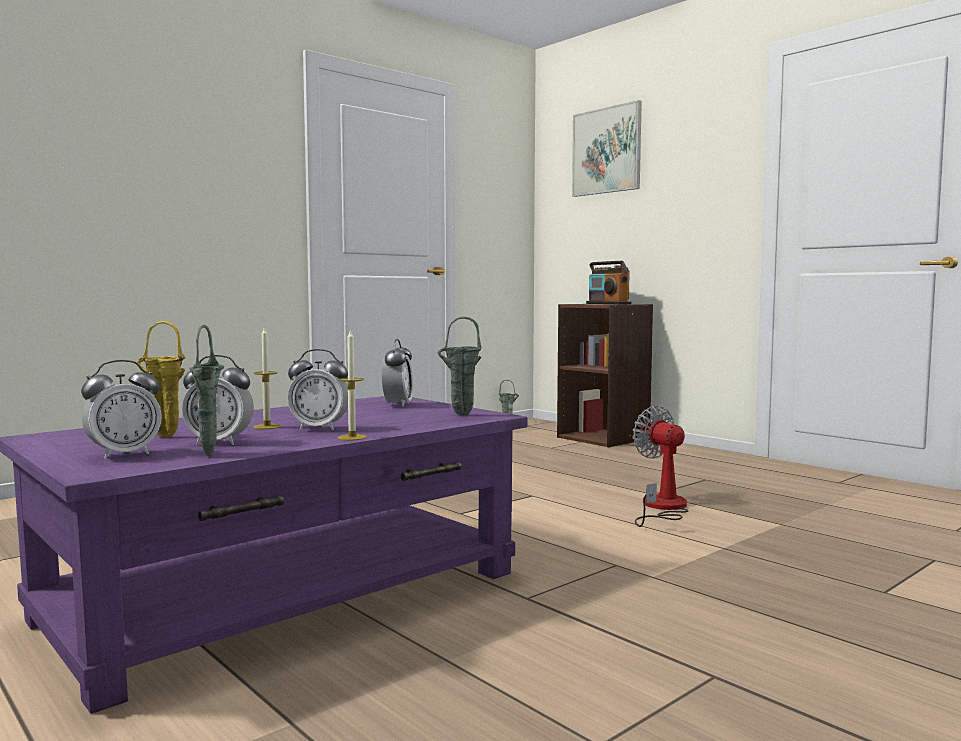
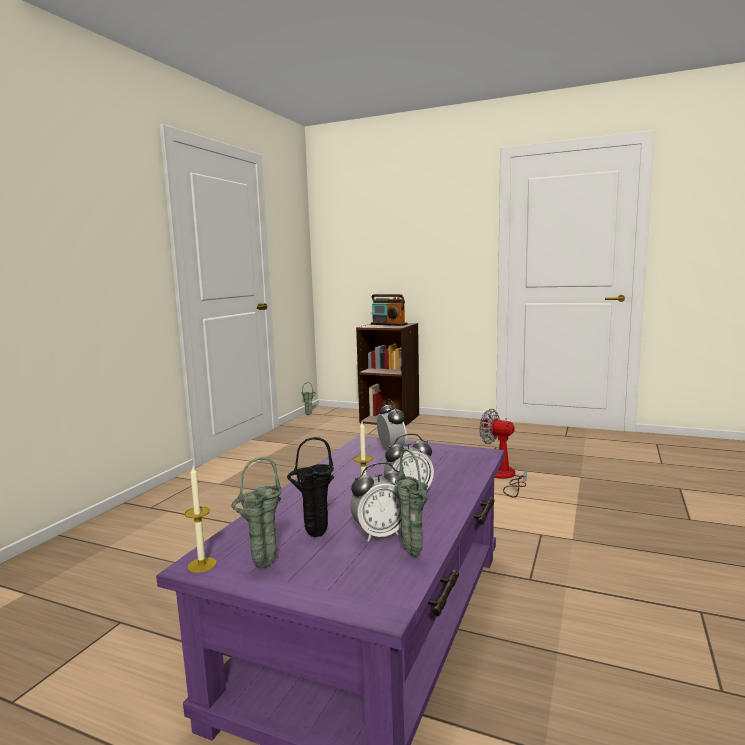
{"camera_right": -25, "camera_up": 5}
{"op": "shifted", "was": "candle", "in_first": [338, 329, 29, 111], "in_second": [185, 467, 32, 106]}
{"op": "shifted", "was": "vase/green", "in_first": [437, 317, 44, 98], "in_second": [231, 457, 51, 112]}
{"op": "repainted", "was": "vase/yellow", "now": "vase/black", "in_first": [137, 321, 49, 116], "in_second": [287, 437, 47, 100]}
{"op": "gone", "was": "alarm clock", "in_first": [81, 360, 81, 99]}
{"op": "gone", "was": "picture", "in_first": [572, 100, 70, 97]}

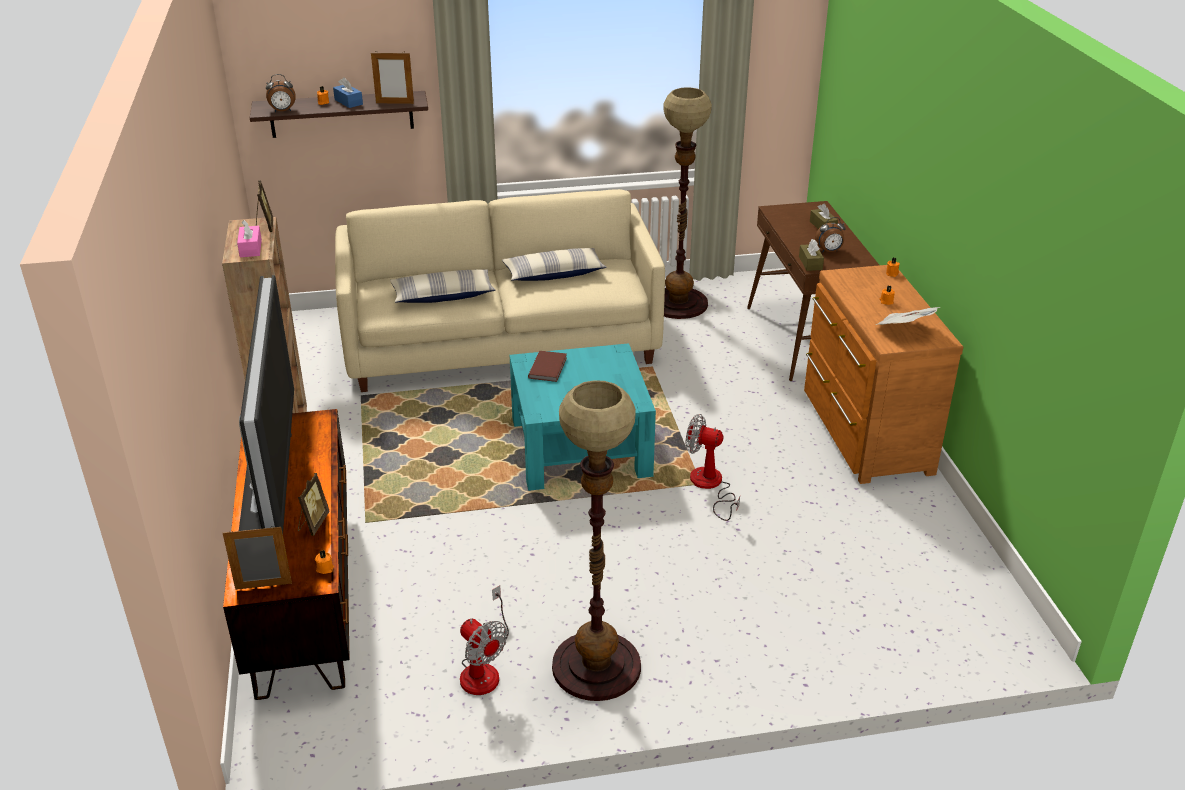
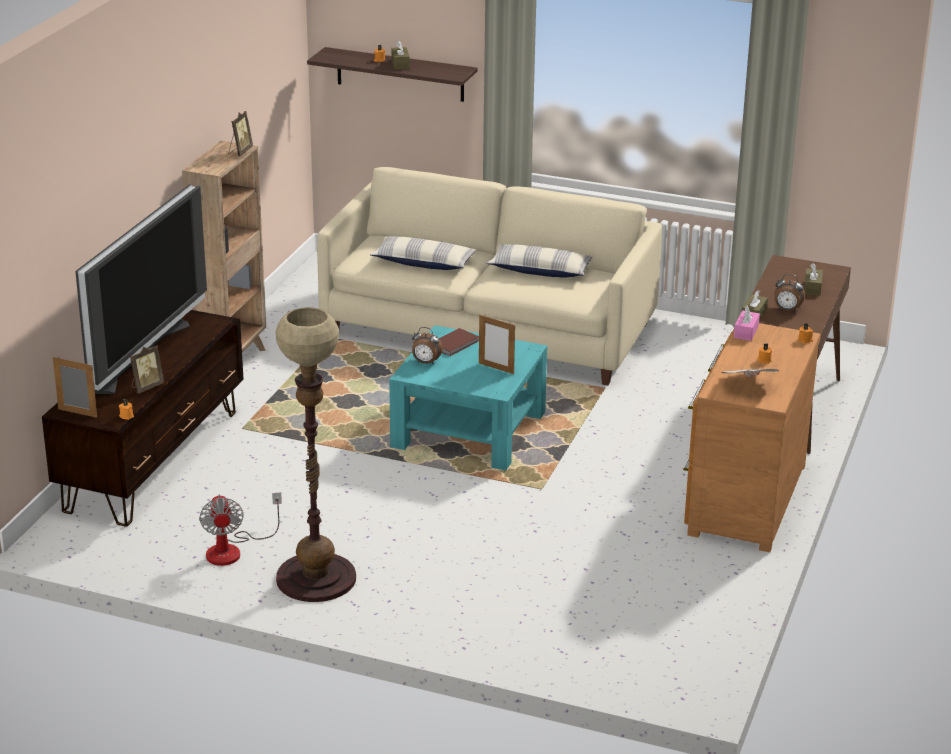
{"camera_right": 30, "camera_up": -5}
{"op": "repainted", "was": "tissue box/blue", "now": "tissue box/brown", "in_first": [333, 77, 30, 31], "in_second": [391, 40, 19, 29]}
{"op": "shifted", "was": "alarm clock", "in_first": [266, 74, 30, 38], "in_second": [412, 327, 31, 38]}
{"op": "shifted", "was": "picture frame", "in_first": [371, 51, 43, 53], "in_second": [479, 314, 36, 60]}
{"op": "shifted", "was": "tissue box/pink", "in_first": [237, 220, 25, 37], "in_second": [734, 306, 26, 35]}
{"op": "gone", "was": "floor lamp", "in_first": [663, 88, 49, 231]}
{"op": "gone", "was": "fan", "in_first": [686, 414, 54, 107]}

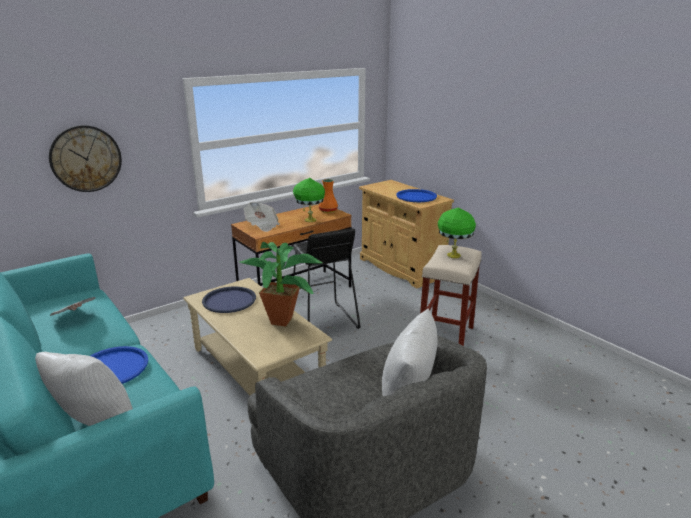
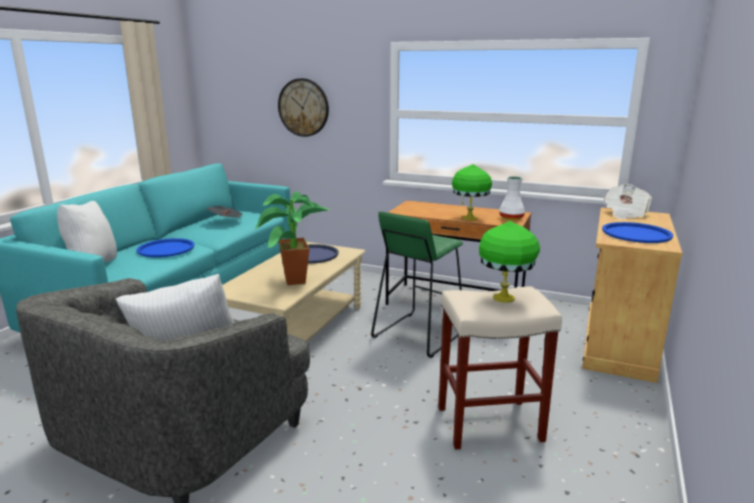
{"camera_right": 60, "camera_up": -5}
{"op": "repainted", "was": "stool/black", "now": "stool/green", "in_first": [292, 228, 68, 101], "in_second": [371, 212, 92, 146]}
{"op": "repainted", "was": "vase/orange", "now": "vase/white", "in_first": [319, 179, 19, 34], "in_second": [499, 176, 26, 44]}
{"op": "shifted", "was": "newspaper", "in_first": [243, 202, 37, 30], "in_second": [604, 184, 48, 35]}

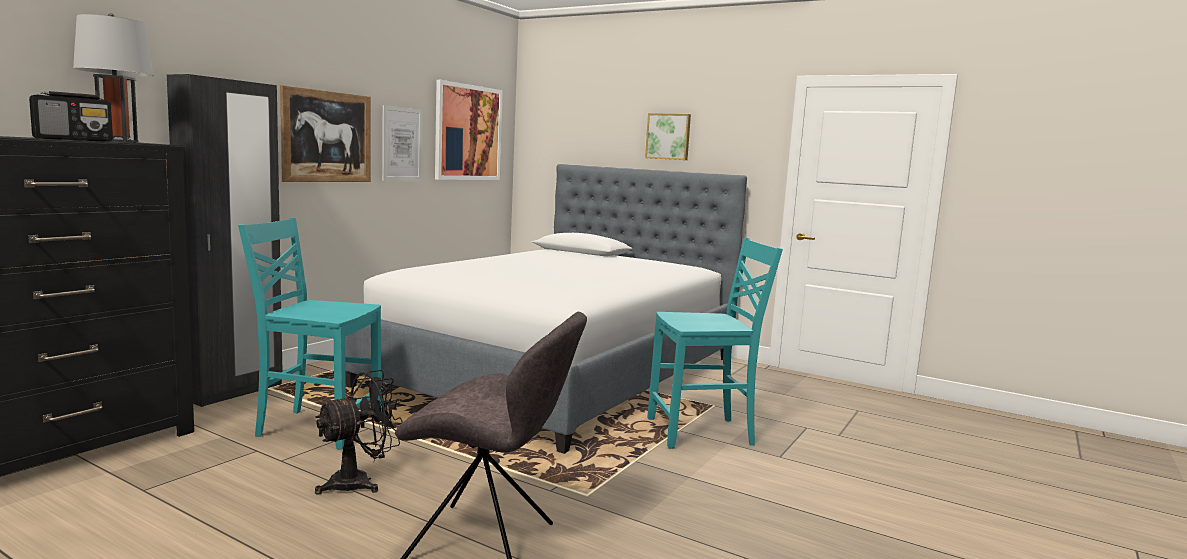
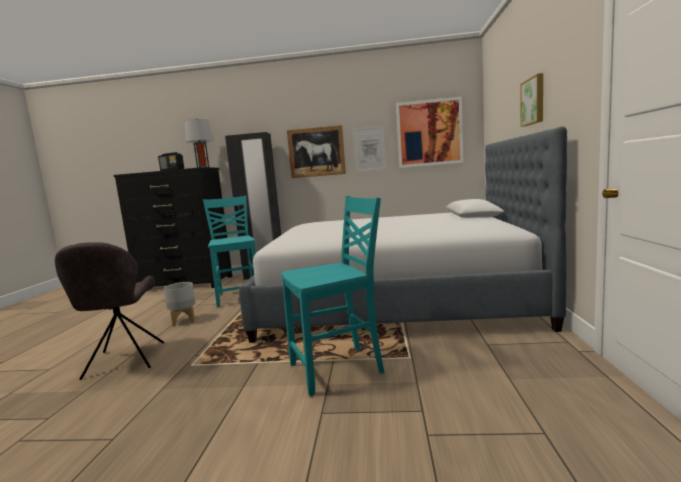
{"camera_right": 65, "camera_up": 0}
{"op": "swapped", "was": "fan/black", "now": "planter/grey", "in_first": [315, 370, 88, 125], "in_second": [163, 282, 33, 44]}
{"op": "rotated", "was": "chair/turquoise", "in_first": [648, 238, 135, 211], "in_second": [281, 196, 103, 200], "clockwise": -75}

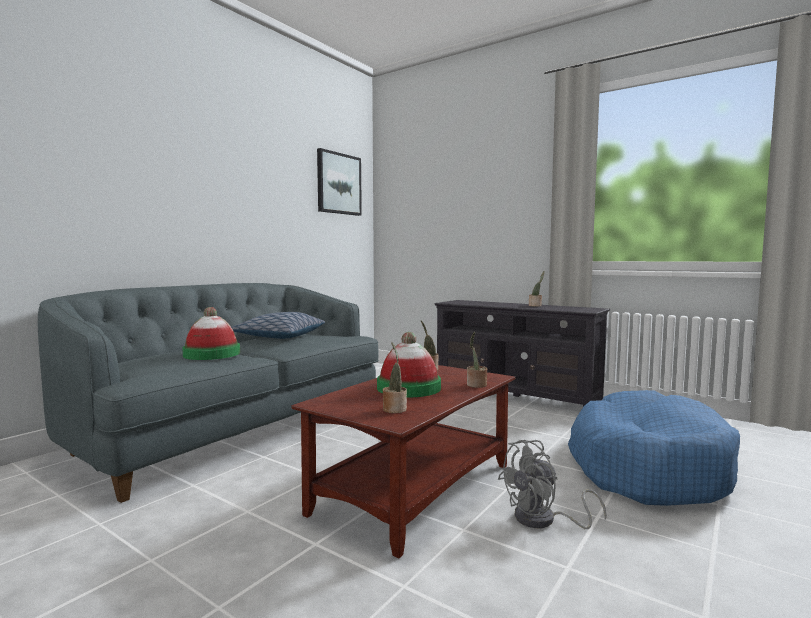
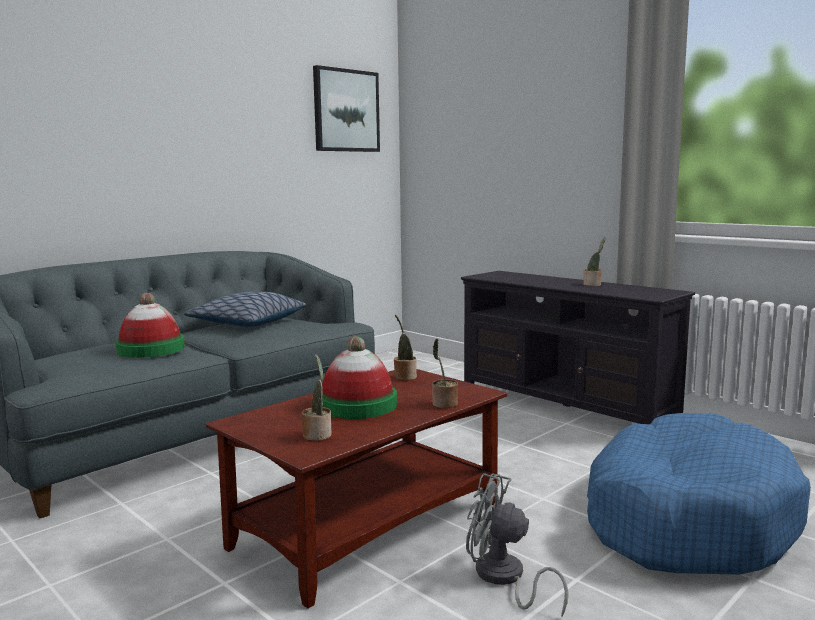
{"camera_right": 10, "camera_up": 5}
{"op": "rotated", "was": "fan/grey", "in_first": [498, 440, 109, 89], "in_second": [466, 473, 103, 144], "clockwise": 45}

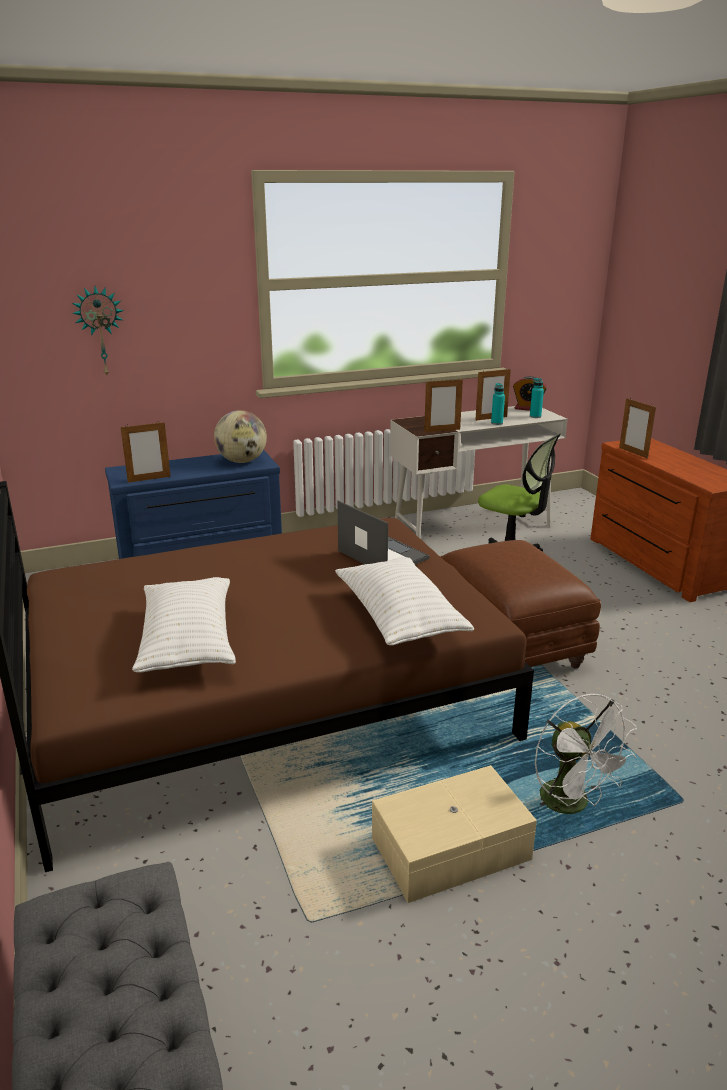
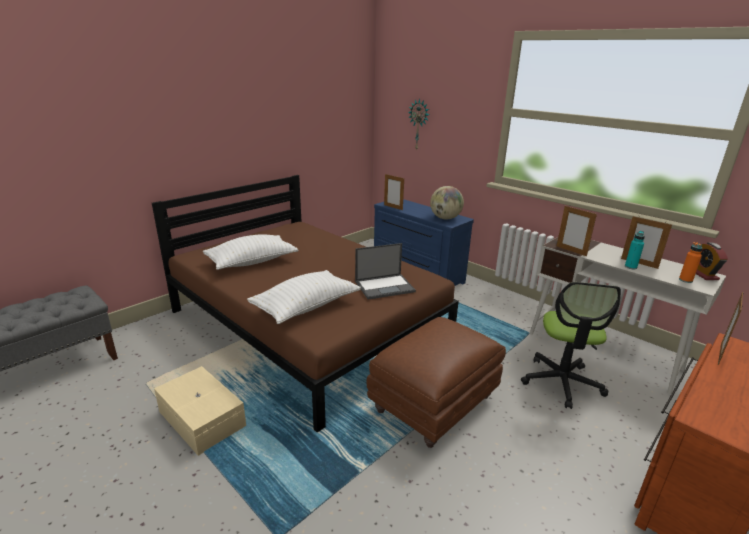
{"camera_right": 65, "camera_up": 0}
{"op": "rotated", "was": "laptop", "in_first": [337, 501, 93, 63], "in_second": [355, 243, 61, 57], "clockwise": 45}
{"op": "repainted", "was": "bottle/turquoise", "now": "bottle/orange", "in_first": [530, 378, 14, 40], "in_second": [679, 242, 23, 41]}
{"op": "gone", "was": "fan/white", "in_first": [535, 694, 102, 120]}

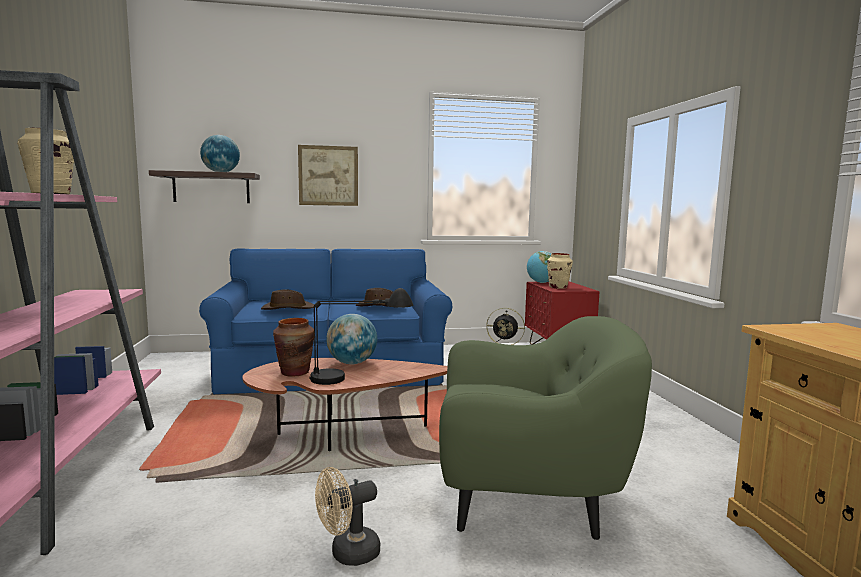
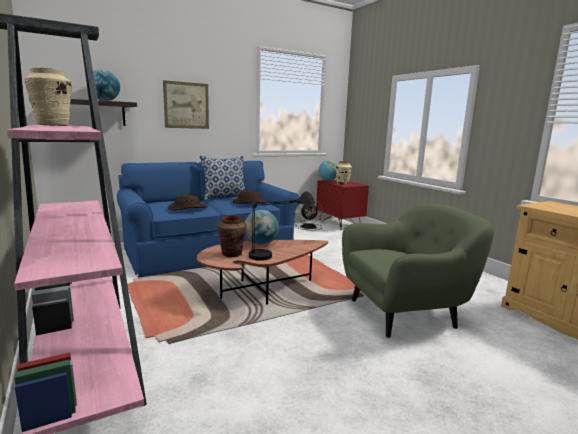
{"camera_right": -20, "camera_up": 5}
{"op": "new", "now": "pillow", "in_second": [200, 155, 45, 46]}
{"op": "gone", "was": "fan/beige", "in_first": [315, 467, 65, 99]}

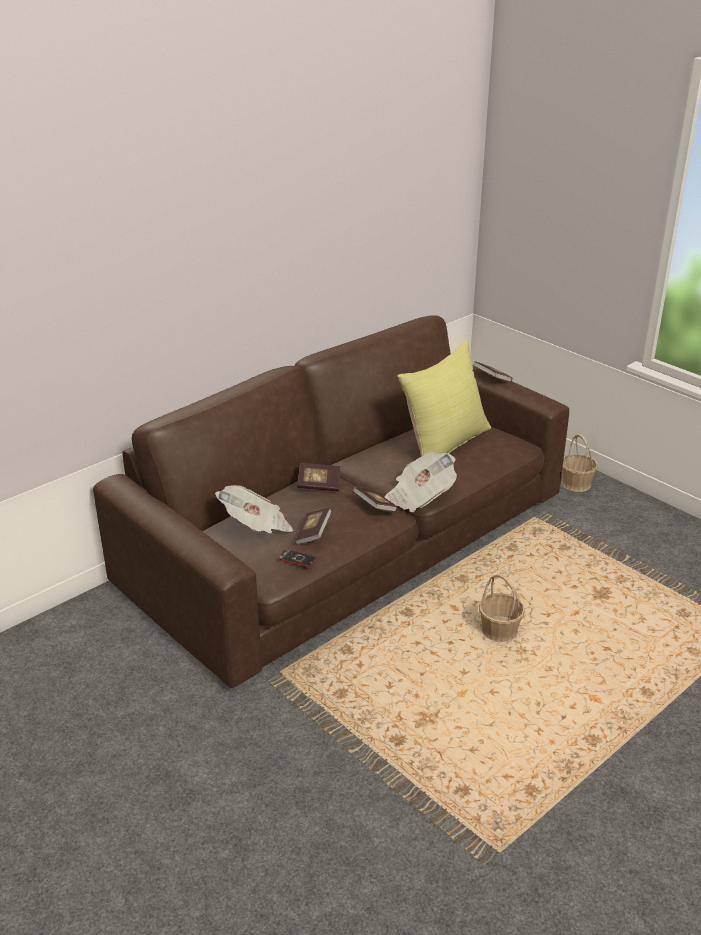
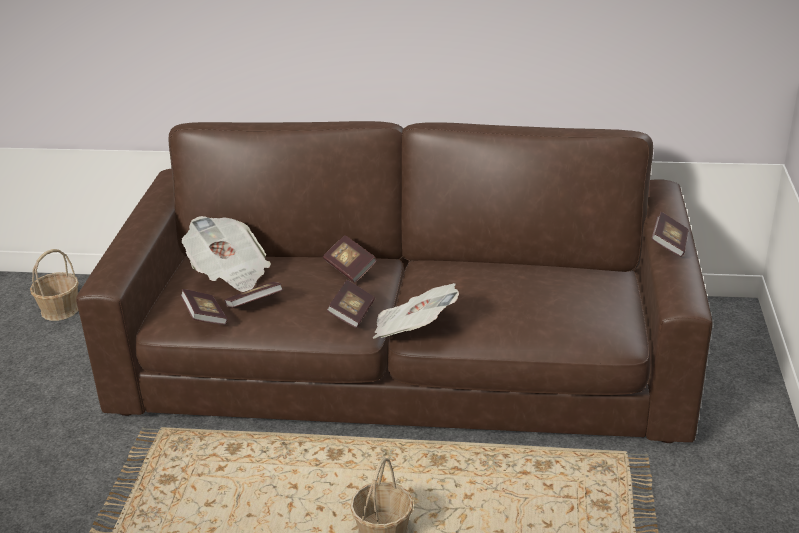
{"camera_right": 50, "camera_up": 0}
{"op": "shifted", "was": "basket", "in_first": [561, 434, 37, 58], "in_second": [30, 249, 49, 72]}
{"op": "swapped", "was": "phone", "now": "book", "in_first": [278, 549, 39, 18], "in_second": [180, 289, 47, 36]}
{"op": "gone", "was": "pillow/yellow", "in_first": [397, 339, 94, 118]}

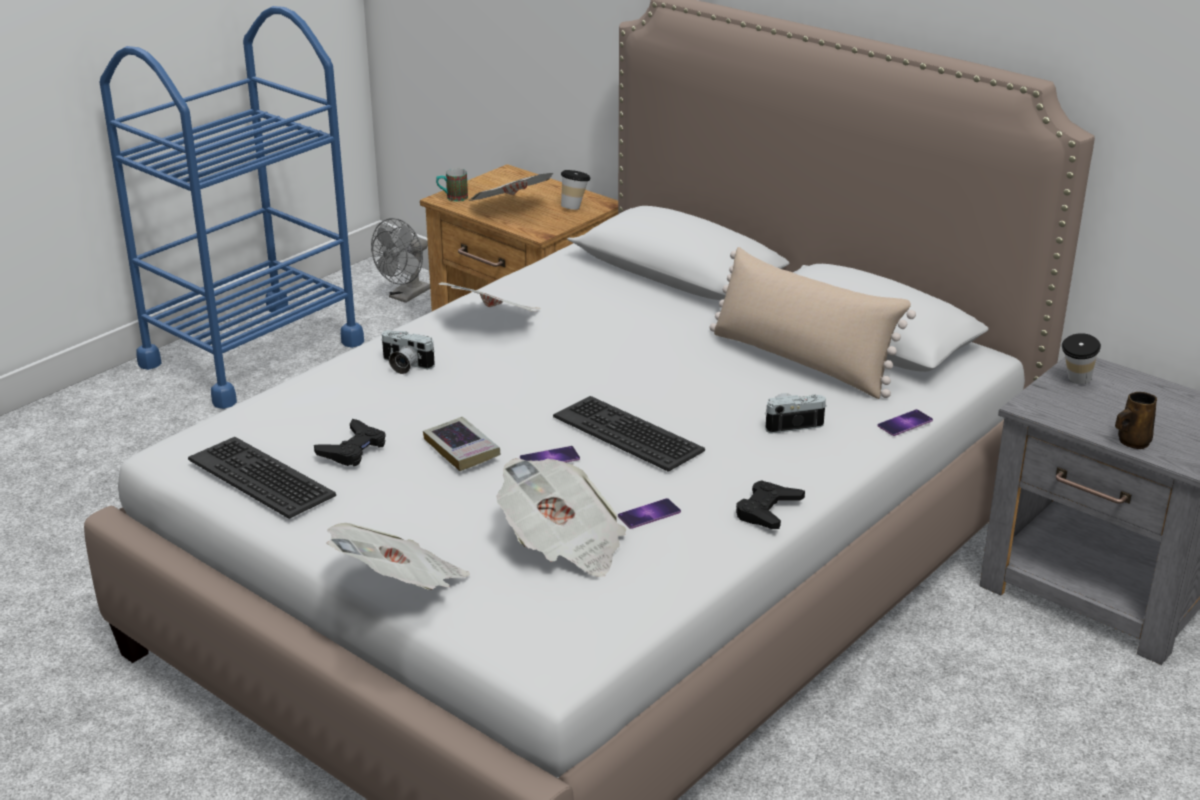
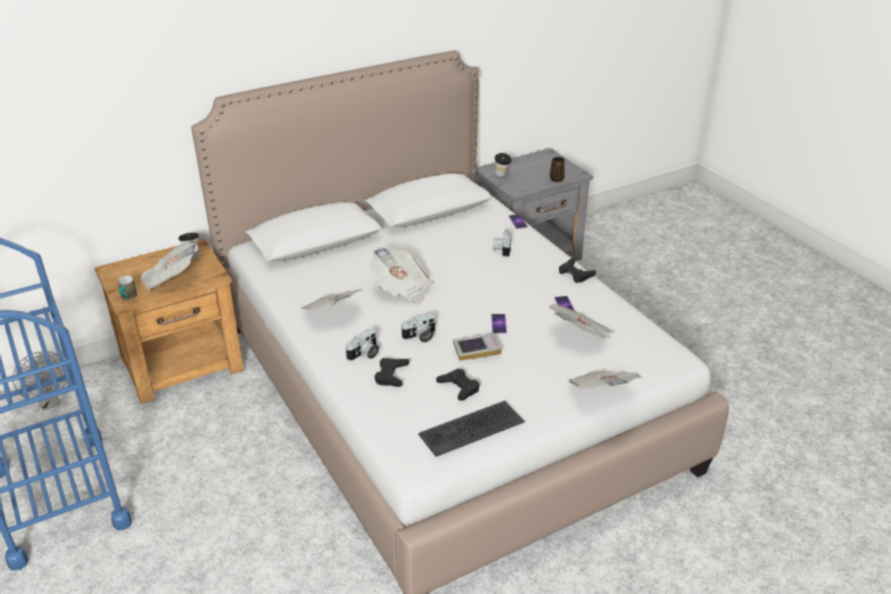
{"camera_right": -70, "camera_up": 5}
{"op": "new", "now": "newspaper", "in_second": [369, 247, 64, 57]}
{"op": "new", "now": "game controller/black", "in_second": [374, 358, 35, 29]}
{"op": "new", "now": "photo camera", "in_second": [401, 313, 35, 29]}
{"op": "gone", "was": "keyboard", "in_first": [553, 396, 152, 76]}
{"op": "gone", "was": "pillow/beige", "in_first": [709, 247, 207, 152]}

